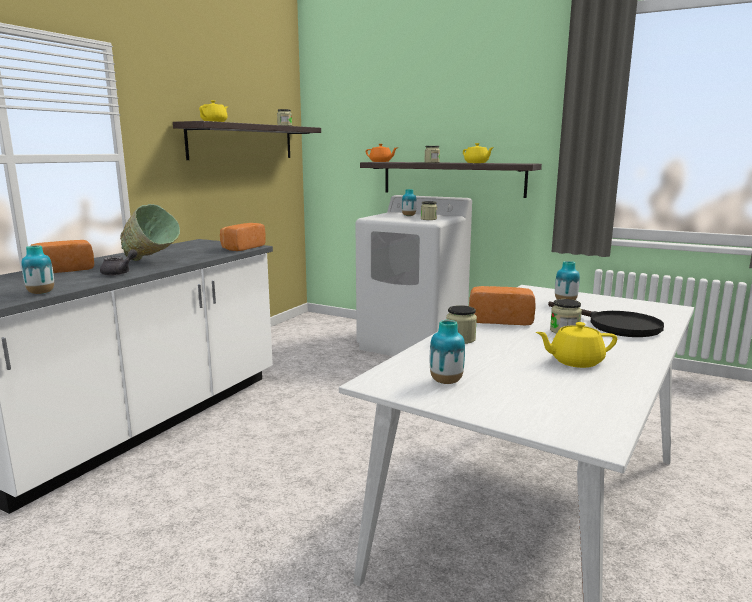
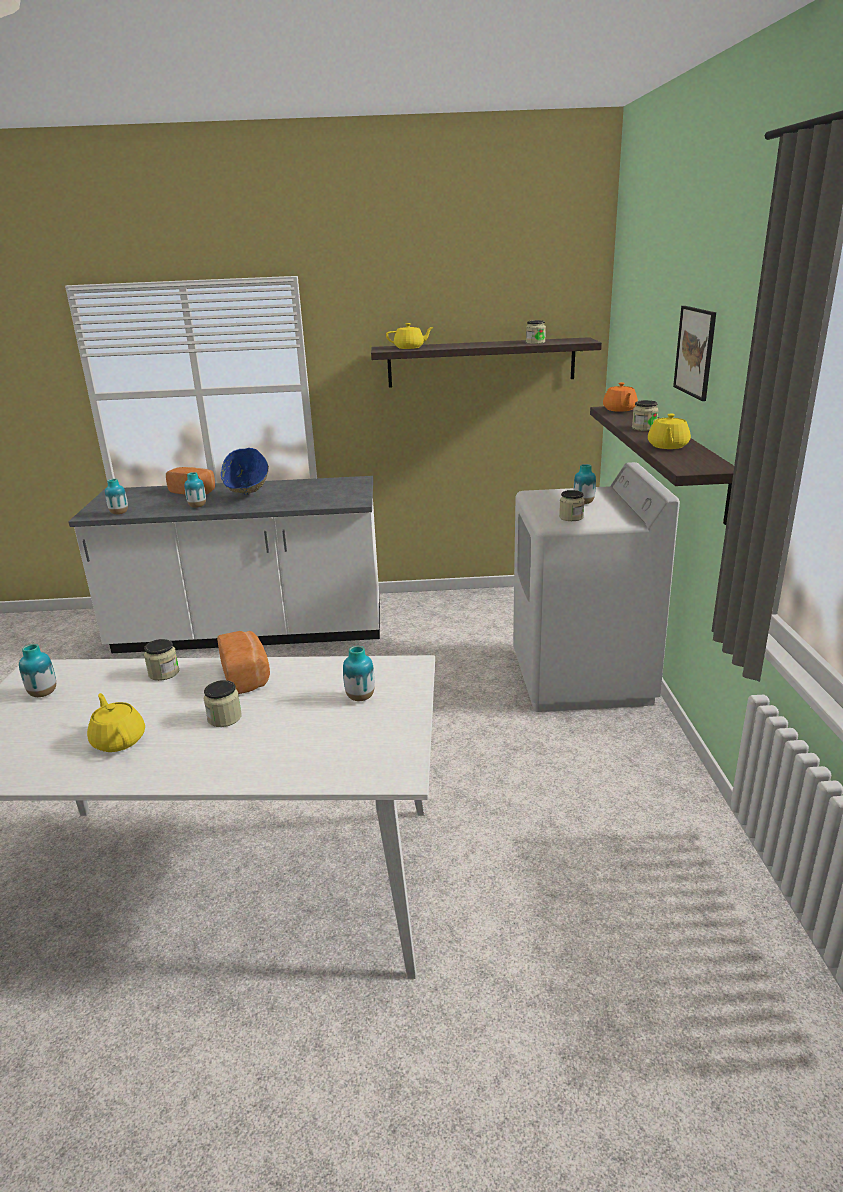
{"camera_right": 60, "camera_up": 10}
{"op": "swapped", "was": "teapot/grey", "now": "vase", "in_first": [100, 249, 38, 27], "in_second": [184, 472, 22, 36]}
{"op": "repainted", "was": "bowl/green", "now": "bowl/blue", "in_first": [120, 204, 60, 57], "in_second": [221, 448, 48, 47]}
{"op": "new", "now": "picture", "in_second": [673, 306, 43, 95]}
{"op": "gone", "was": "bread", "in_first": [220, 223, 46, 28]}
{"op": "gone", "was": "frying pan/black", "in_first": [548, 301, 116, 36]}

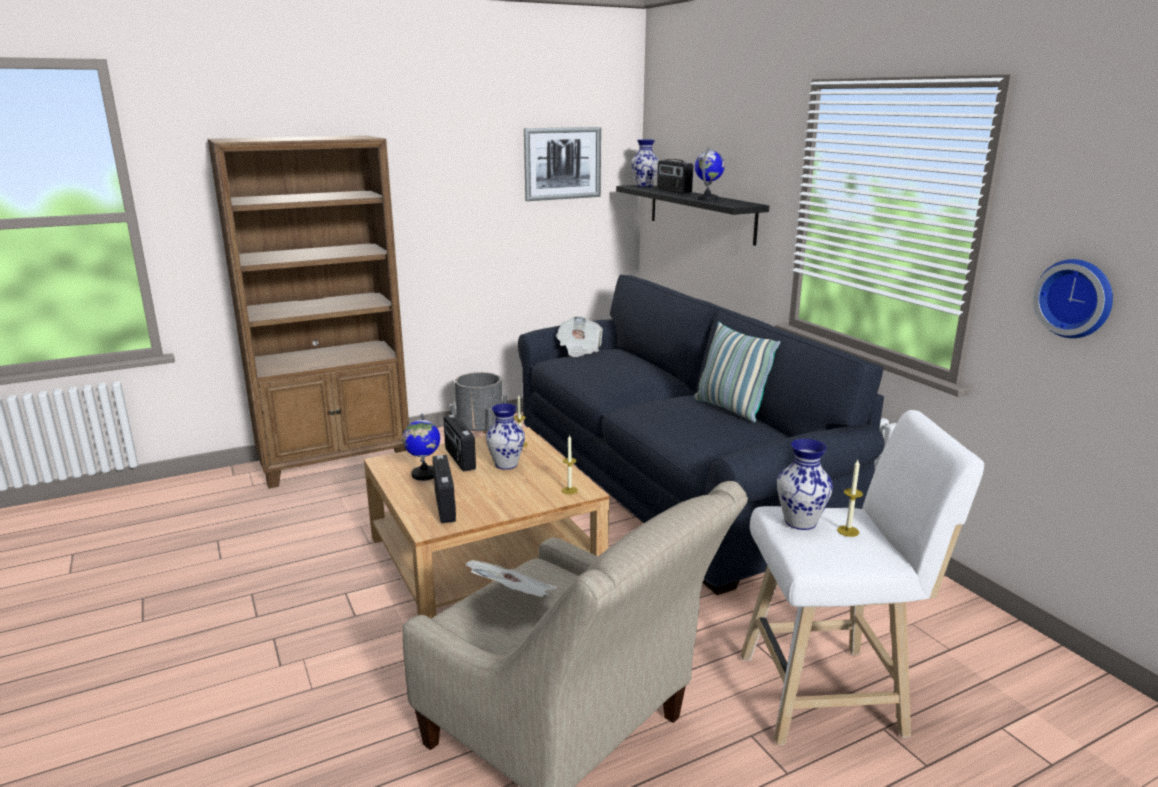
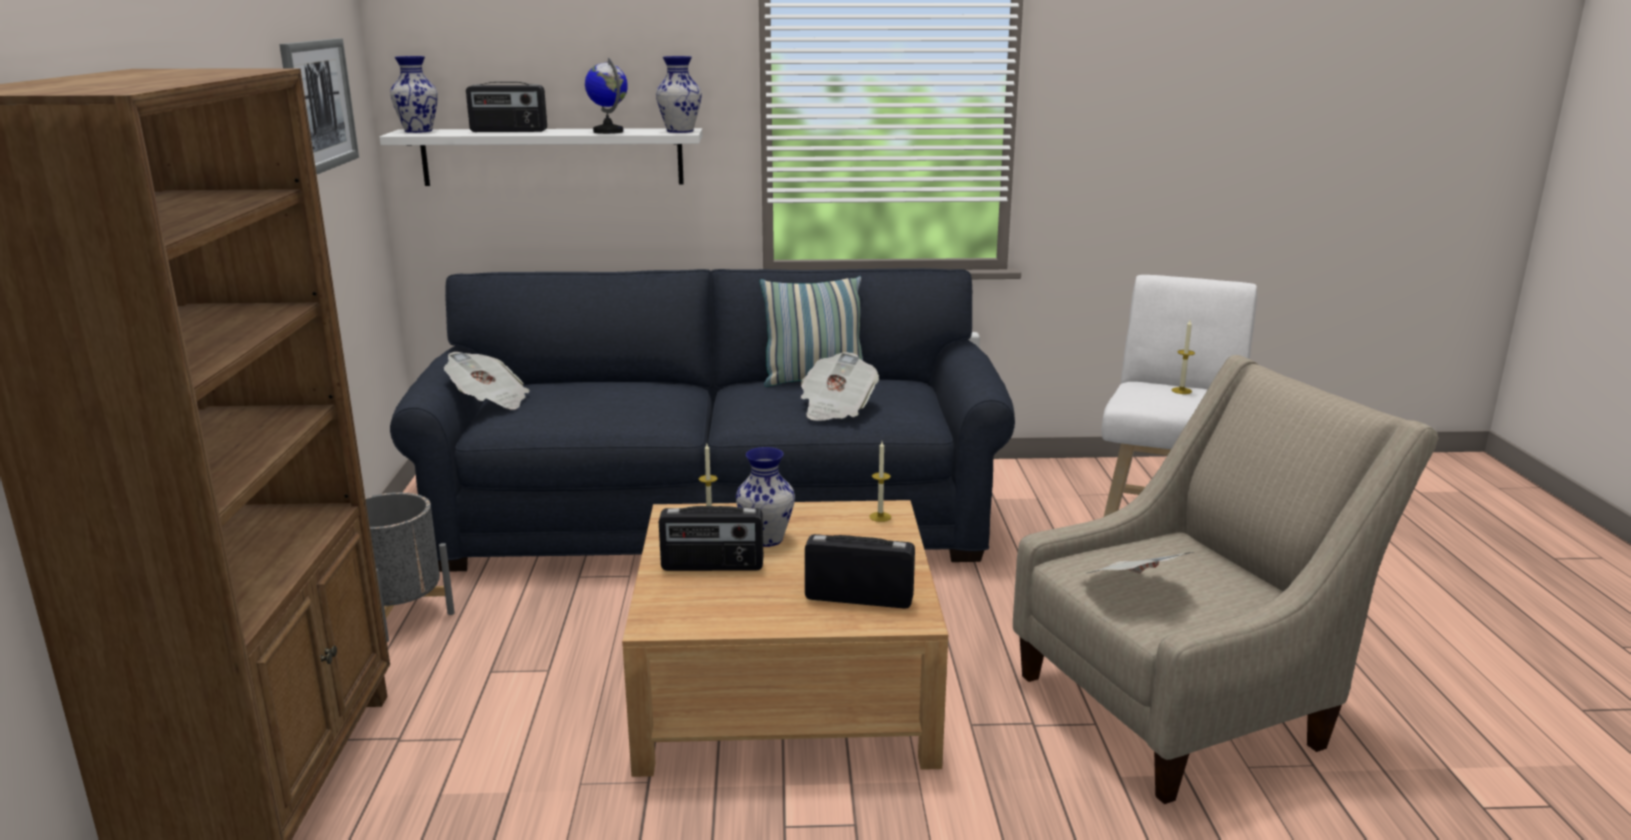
{"camera_right": -65, "camera_up": 0}
{"op": "repainted", "was": "shelf/black", "now": "shelf/white", "in_first": [616, 185, 153, 61], "in_second": [379, 128, 323, 58]}
{"op": "shifted", "was": "vase", "in_first": [777, 439, 56, 91], "in_second": [656, 56, 46, 77]}
{"op": "new", "now": "newspaper", "in_second": [801, 352, 78, 69]}
{"op": "gone", "was": "globe", "in_first": [402, 414, 38, 67]}
{"op": "gone", "was": "wall clock", "in_first": [1033, 259, 80, 79]}

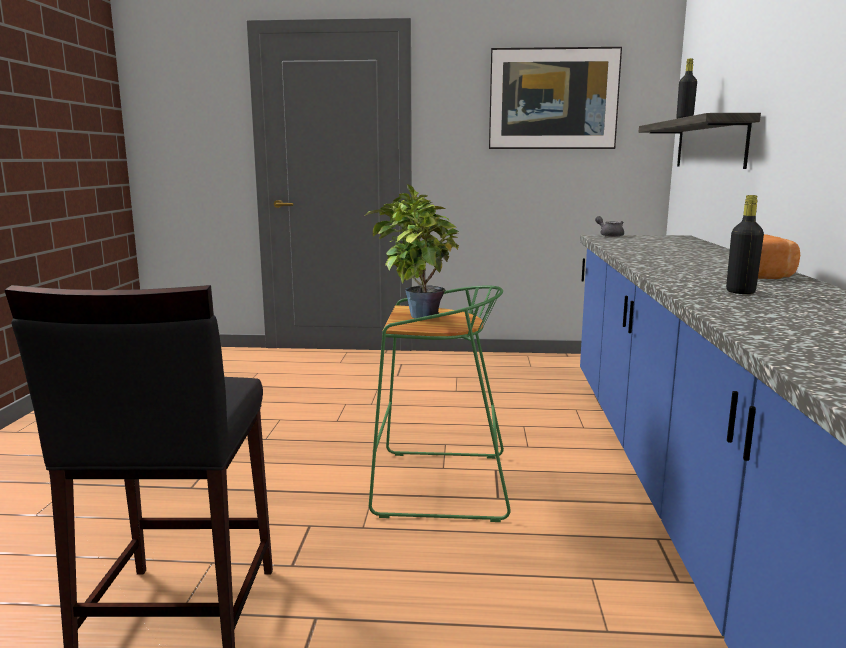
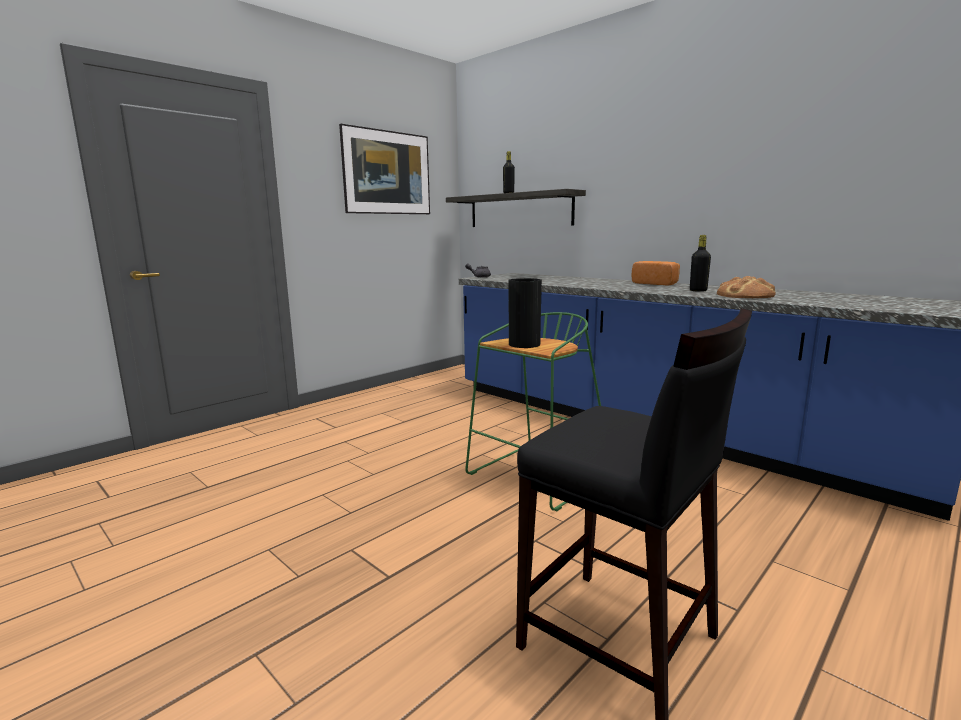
{"camera_right": -50, "camera_up": 0}
{"op": "swapped", "was": "potted plant", "now": "vase", "in_first": [365, 184, 94, 134], "in_second": [508, 278, 34, 70]}
{"op": "new", "now": "bread", "in_second": [717, 276, 59, 22]}

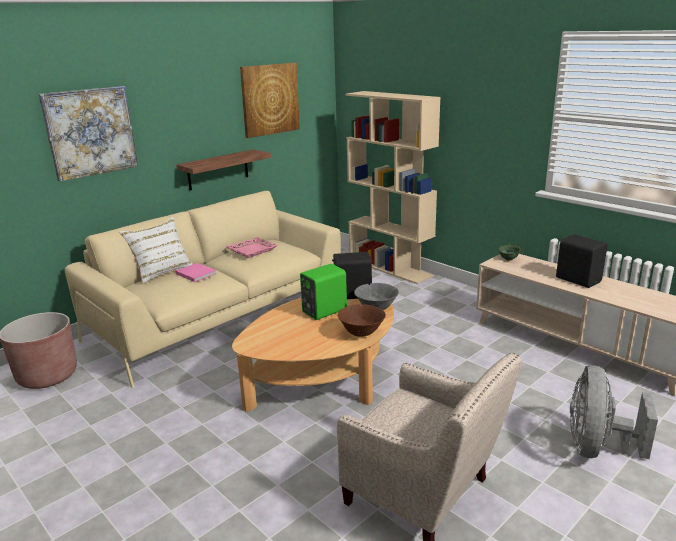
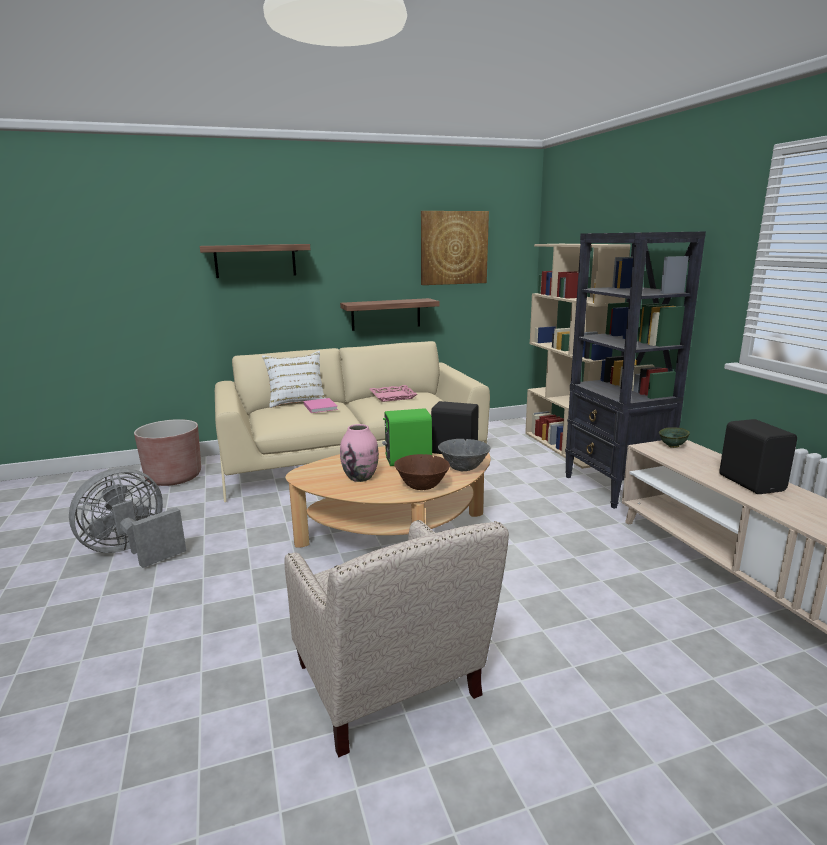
{"camera_right": 25, "camera_up": -5}
{"op": "shifted", "was": "fan/grey", "in_first": [570, 366, 88, 93], "in_second": [69, 468, 117, 100]}
{"op": "swapped", "was": "picture", "now": "shelf", "in_first": [39, 86, 99, 96], "in_second": [200, 244, 111, 34]}
{"op": "new", "now": "vase/pink", "in_second": [340, 424, 39, 58]}
{"op": "new", "now": "bookcase/black", "in_second": [565, 231, 141, 278]}

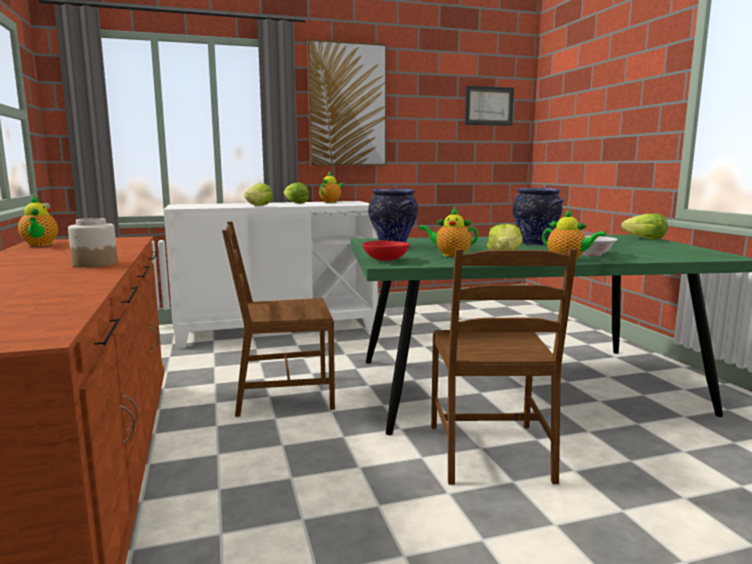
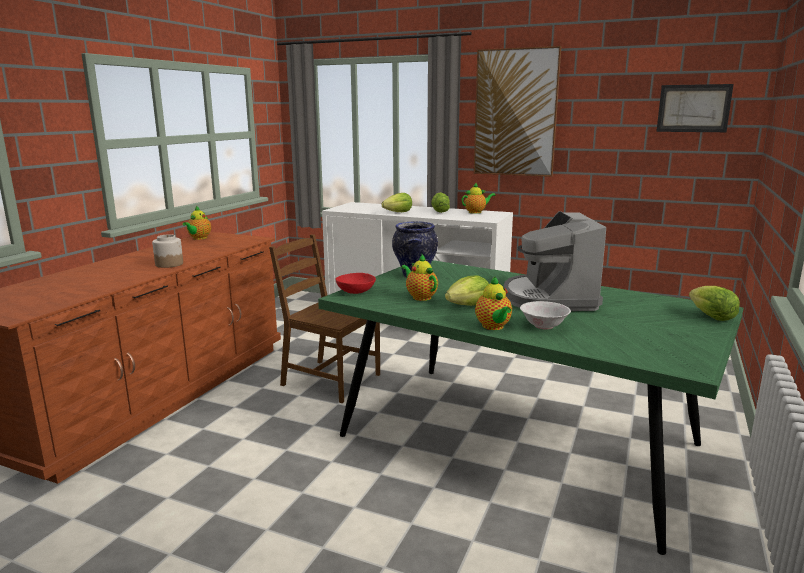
{"camera_right": 40, "camera_up": 5}
{"op": "swapped", "was": "vase", "now": "coffee machine", "in_first": [512, 188, 51, 57], "in_second": [504, 211, 102, 100]}
{"op": "gone", "was": "chair/brown", "in_first": [431, 249, 146, 236]}

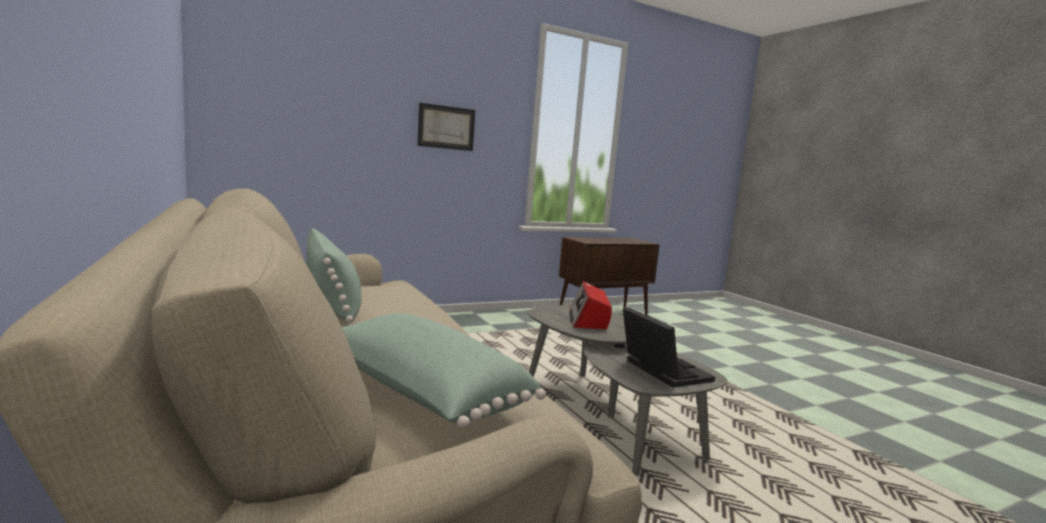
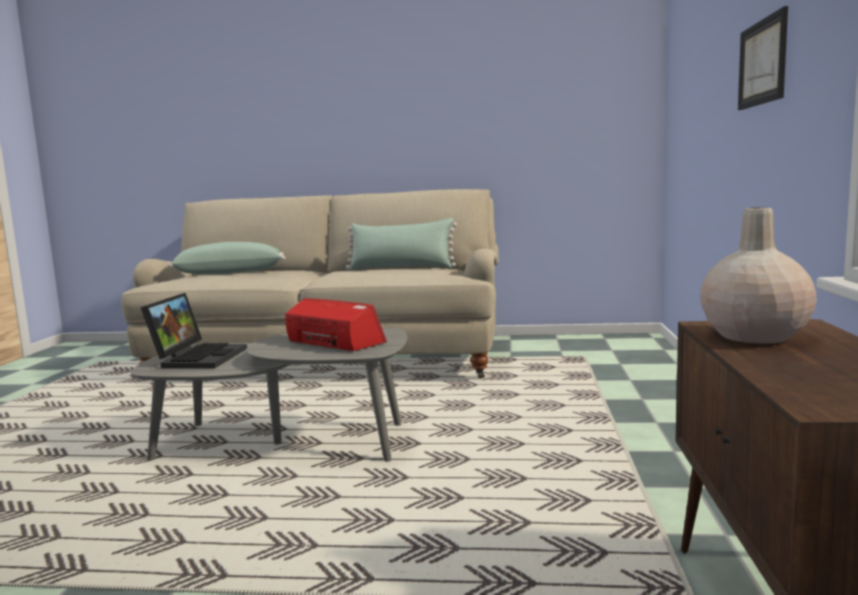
{"camera_right": 125, "camera_up": 0}
{"op": "rotated", "was": "laptop", "in_first": [623, 307, 92, 80], "in_second": [140, 293, 107, 75], "clockwise": -90}
{"op": "new", "now": "vase/beige", "in_second": [700, 208, 116, 135]}

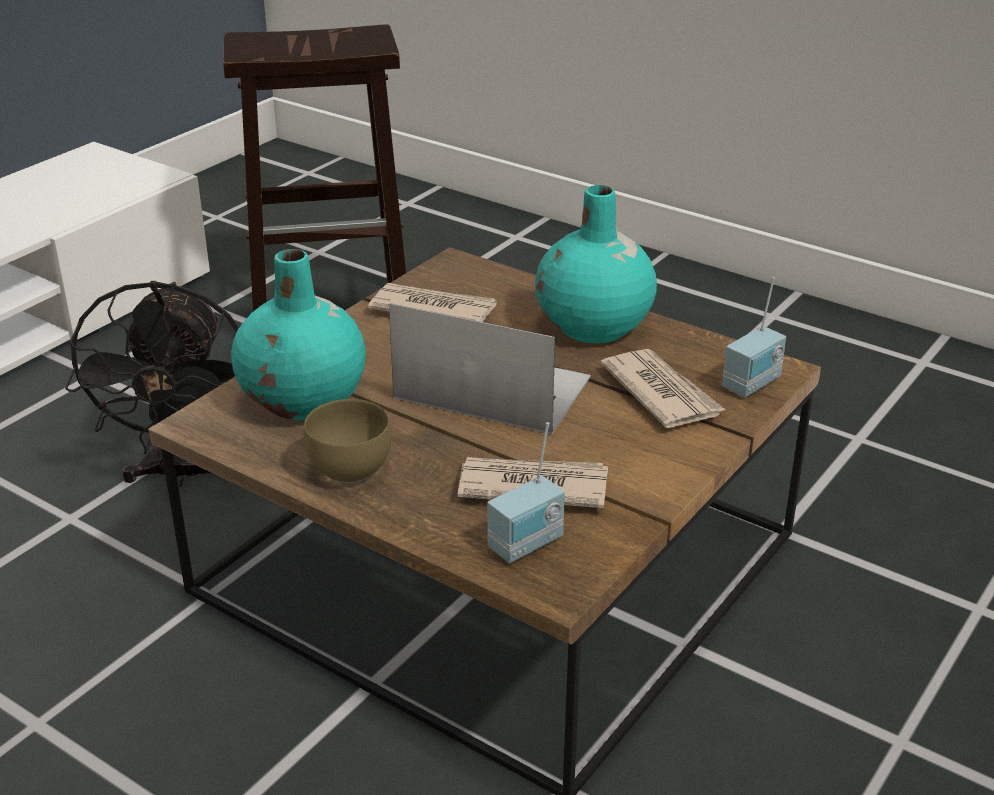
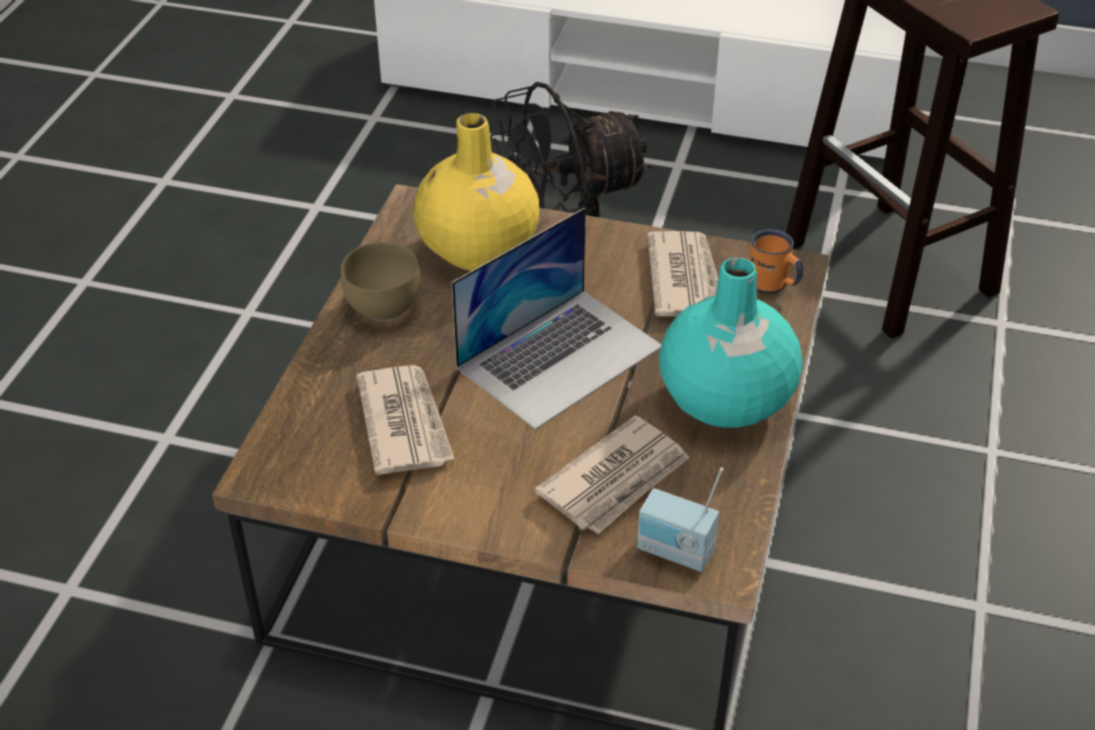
{"camera_right": 70, "camera_up": 10}
{"op": "repainted", "was": "vase/turquoise", "now": "vase/yellow", "in_first": [231, 249, 135, 171], "in_second": [413, 113, 126, 158]}
{"op": "rotated", "was": "laptop", "in_first": [389, 303, 202, 132], "in_second": [451, 208, 211, 222], "clockwise": 45}
{"op": "new", "now": "mug/orange", "in_second": [750, 229, 53, 65]}
{"op": "gone", "was": "radio", "in_first": [487, 422, 78, 141]}

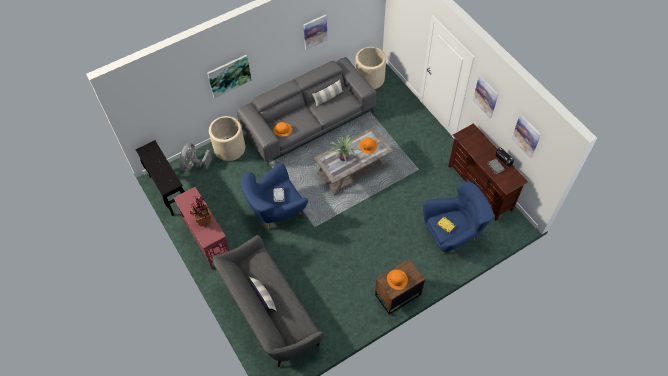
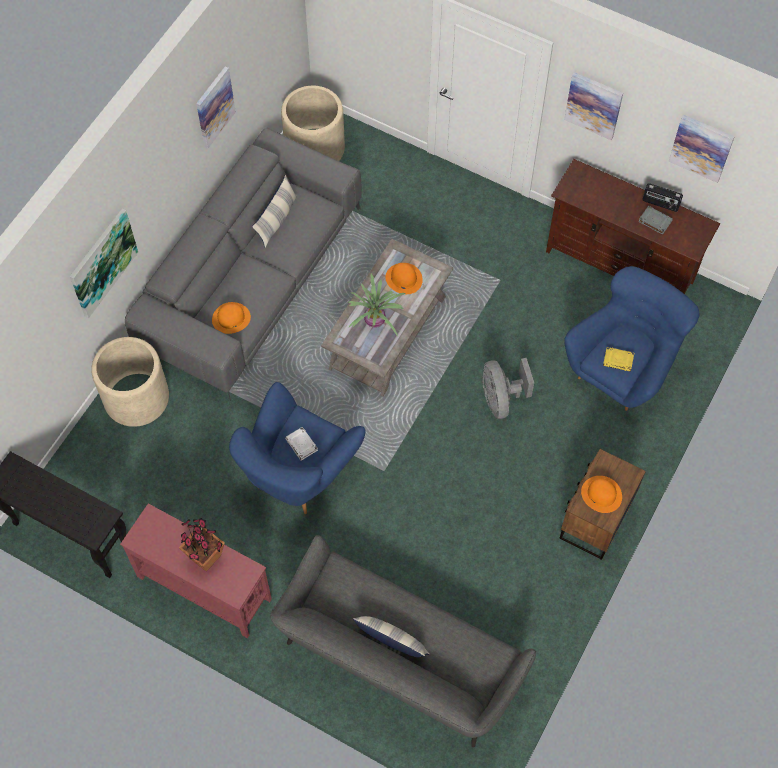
{"camera_right": -30, "camera_up": 5}
{"op": "shifted", "was": "fan/grey", "in_first": [179, 143, 33, 29], "in_second": [482, 358, 52, 61]}

